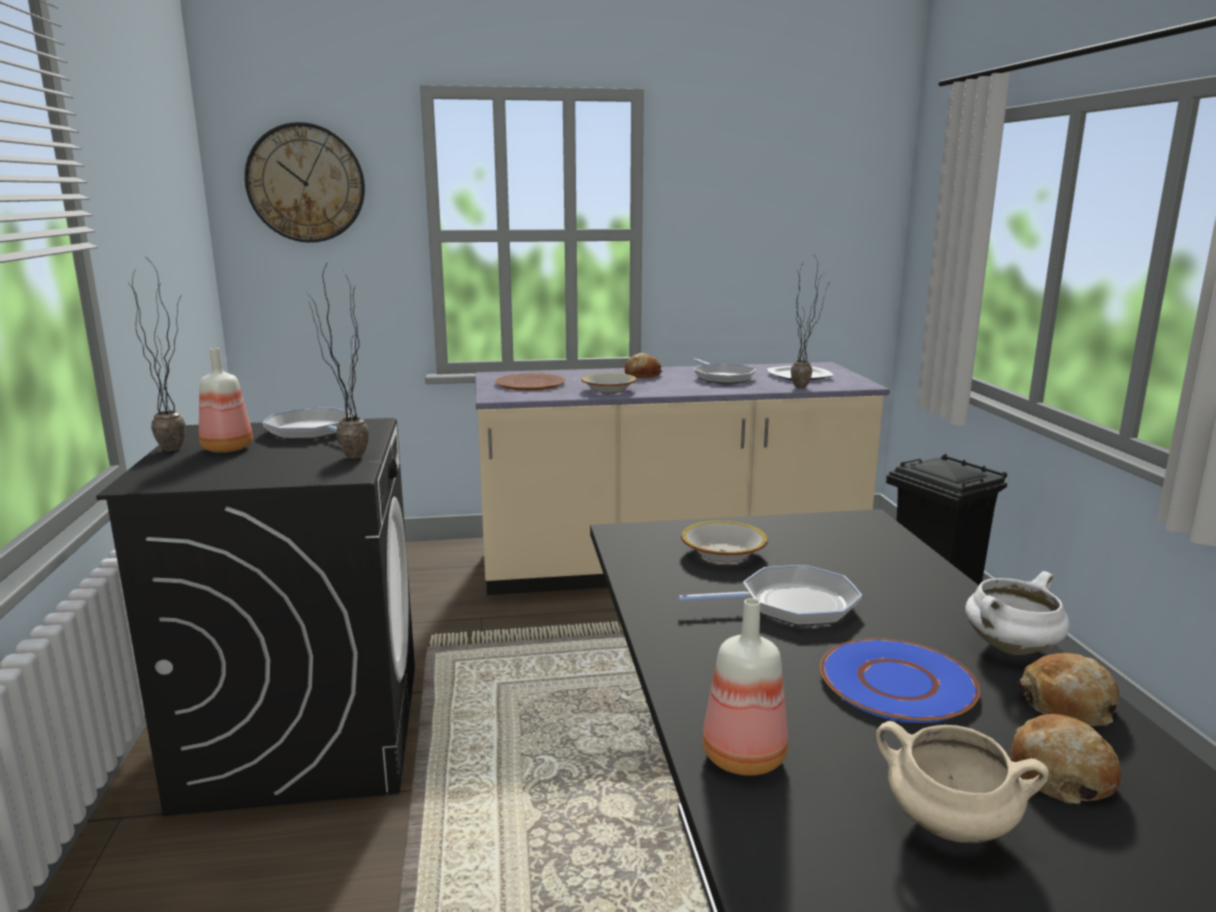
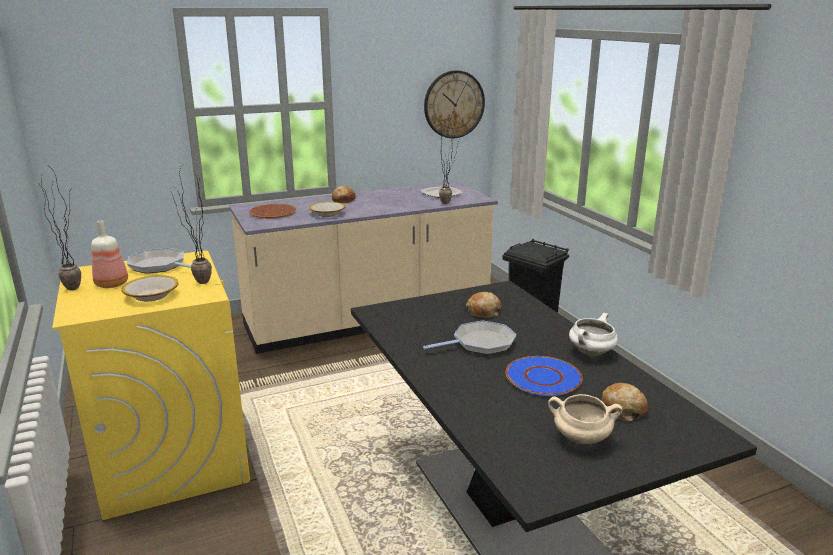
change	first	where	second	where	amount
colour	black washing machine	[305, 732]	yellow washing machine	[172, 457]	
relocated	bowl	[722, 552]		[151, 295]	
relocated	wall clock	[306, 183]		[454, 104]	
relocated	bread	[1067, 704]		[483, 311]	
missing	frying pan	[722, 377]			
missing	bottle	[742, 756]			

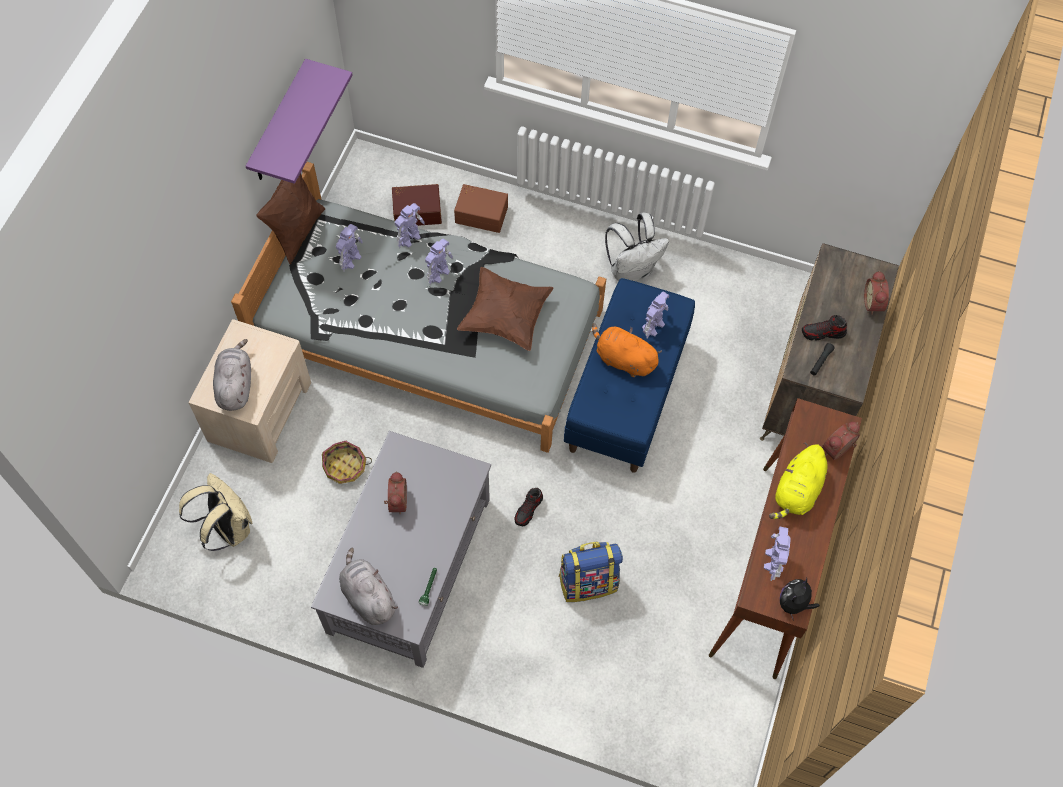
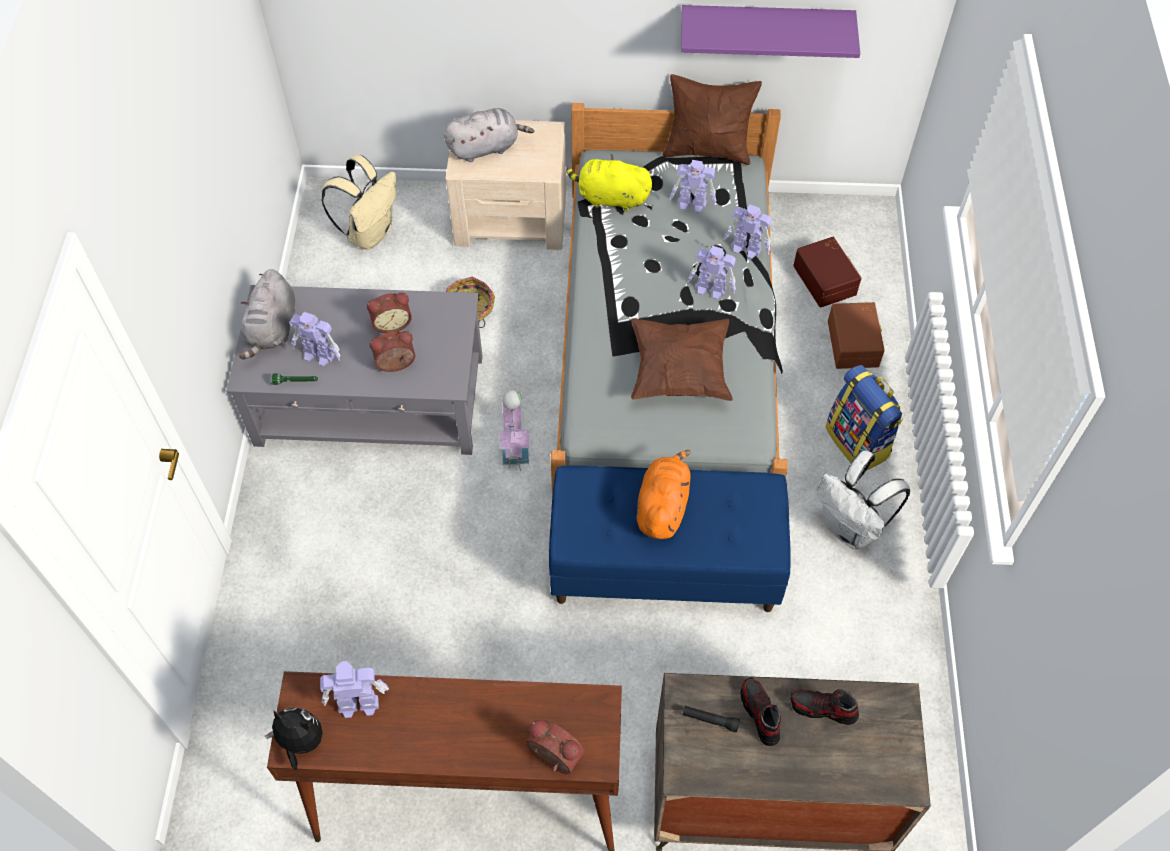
change	first	where	second	where	amount
spun	grey plush toy	[367, 596]		[272, 329]	150 degrees clockwise
relocated	toy robot	[653, 325]		[319, 355]	
relocated	alarm clock	[874, 303]		[396, 365]	
appeared			toy house	[515, 445]	
relocated	yellow plush toy	[797, 492]		[610, 198]	
relocated	shoe	[528, 510]		[823, 709]	
relocated	backpack	[588, 581]		[858, 442]	

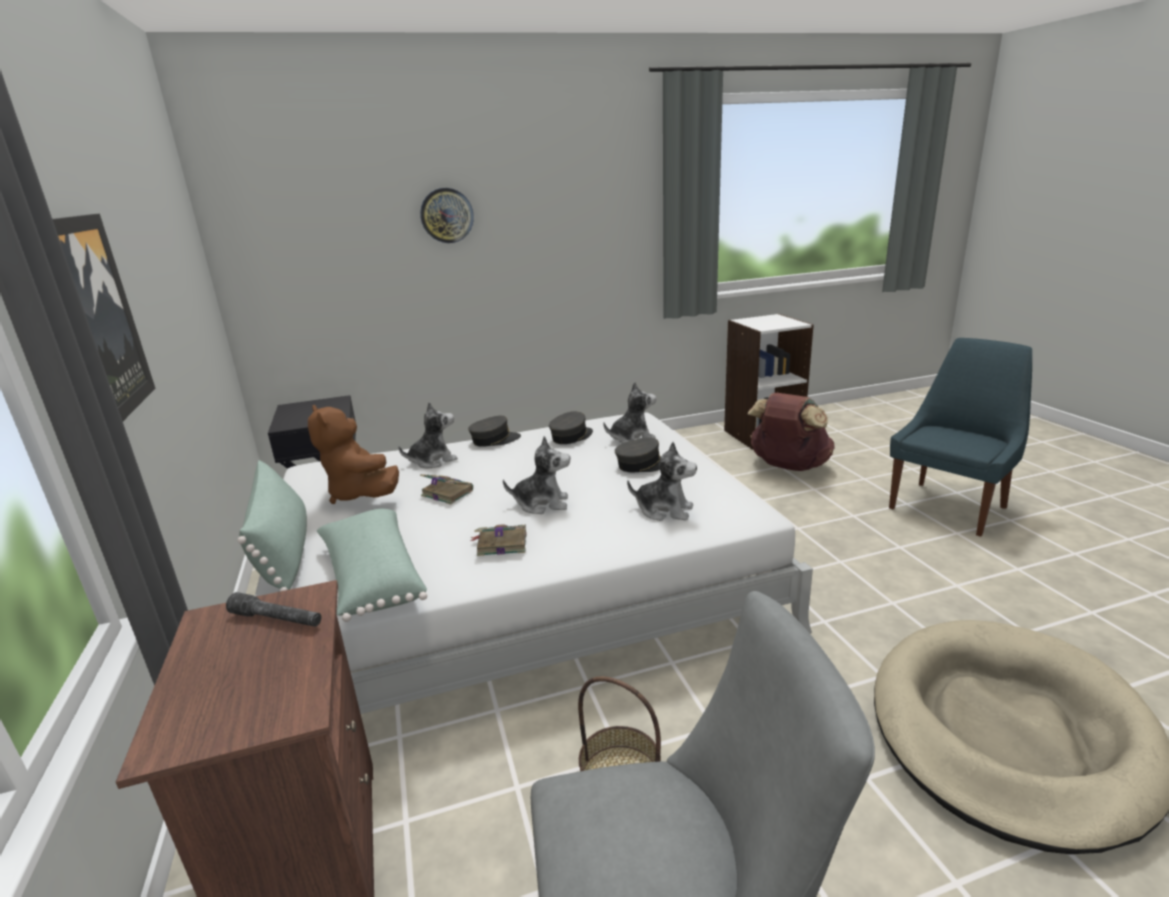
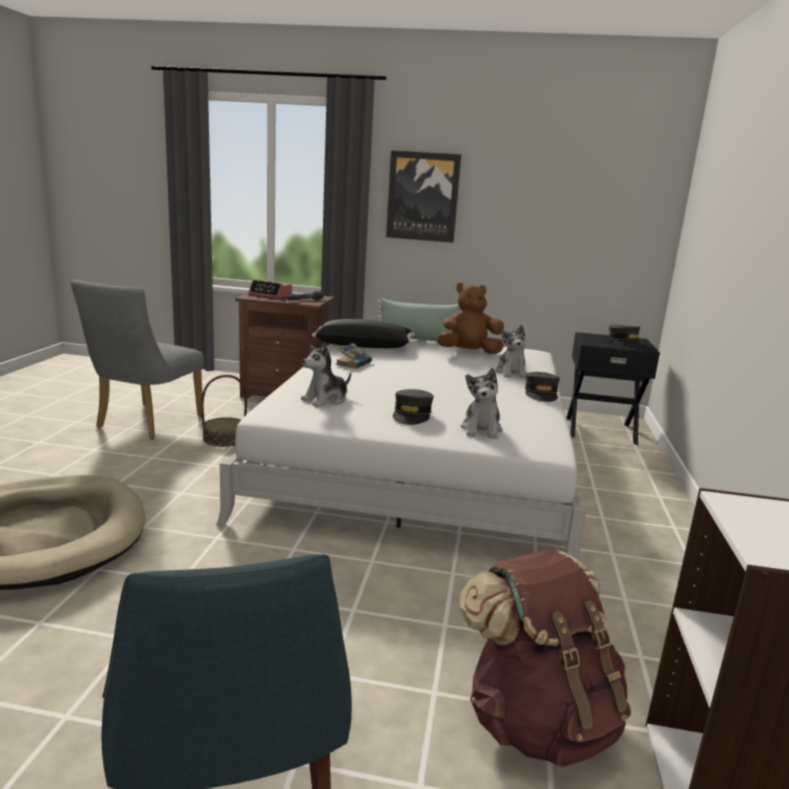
change	first	where	second	where	amount
appeared			alarm clock	[271, 295]	
colour	green pillow	[372, 579]	black pillow	[364, 346]	
relocated	grey cap	[571, 436]		[624, 342]	
missing	wall clock	[447, 215]			
missing	book	[446, 493]			
missing	plush toy	[542, 503]			

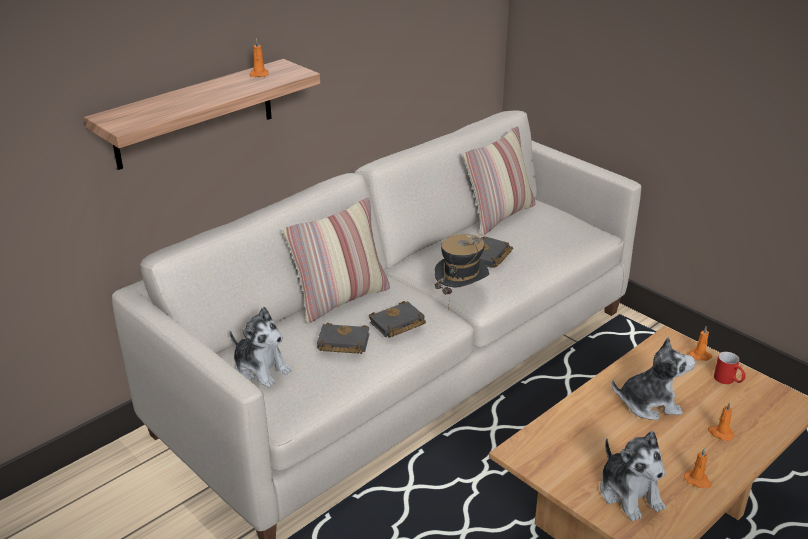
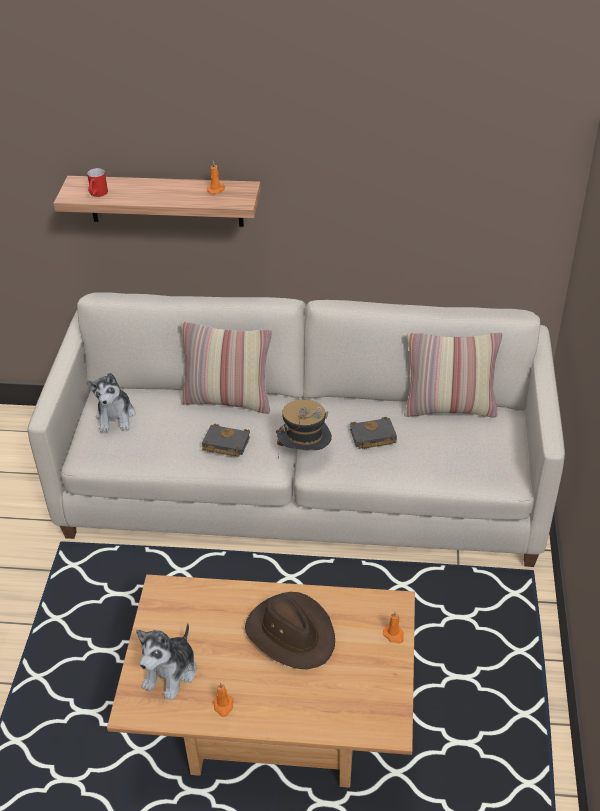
change	first	where	second	where	amount
relocated	red mug	[728, 381]		[97, 194]	
exchanged	plush toy	[649, 404]	brown hat	[291, 633]	
missing	black book	[342, 343]			
missing	orange candle	[720, 433]			

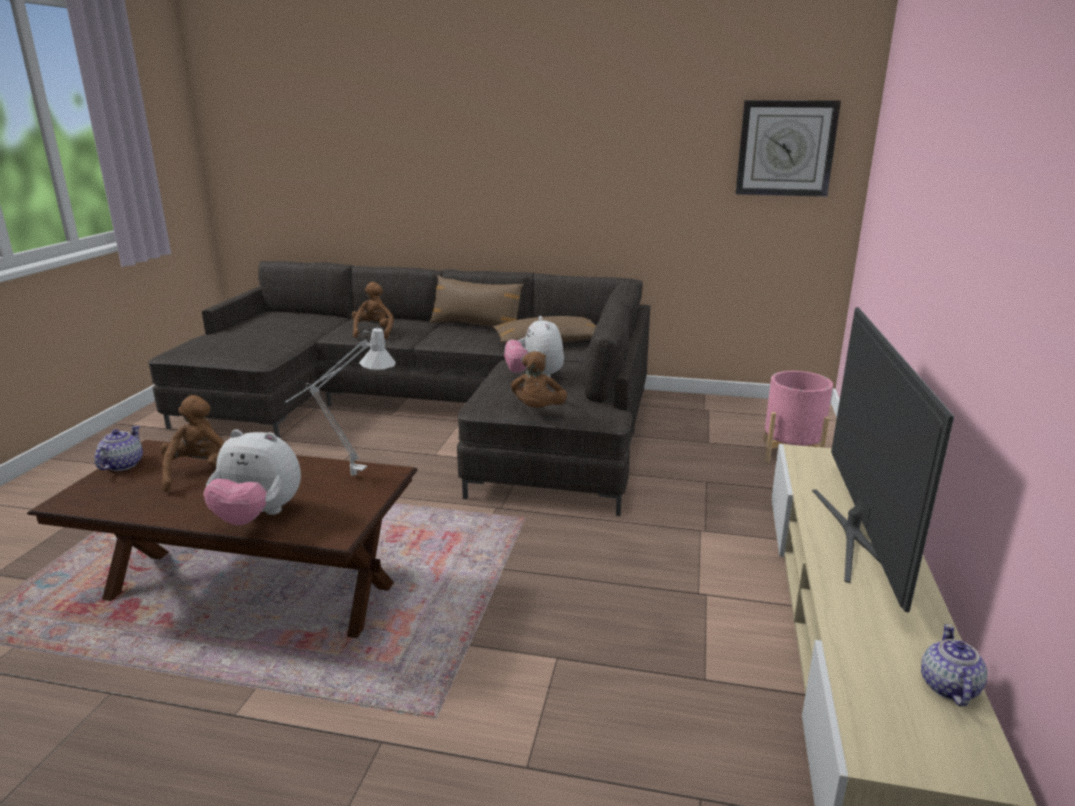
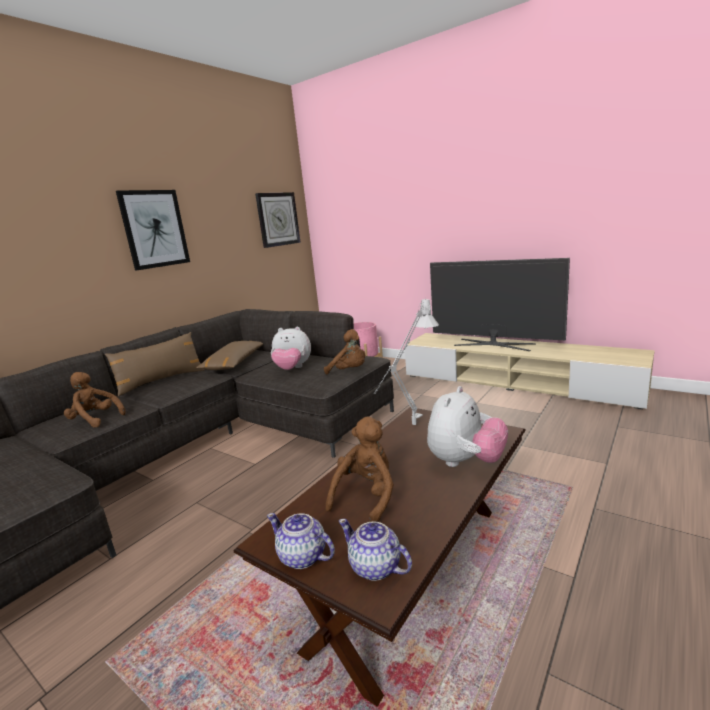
change	first	where	second	where	amount
appeared			picture	[154, 229]	
spun	brown plush toy	[200, 474]		[366, 497]	105 degrees clockwise
relocated	teapot	[948, 687]		[375, 567]	

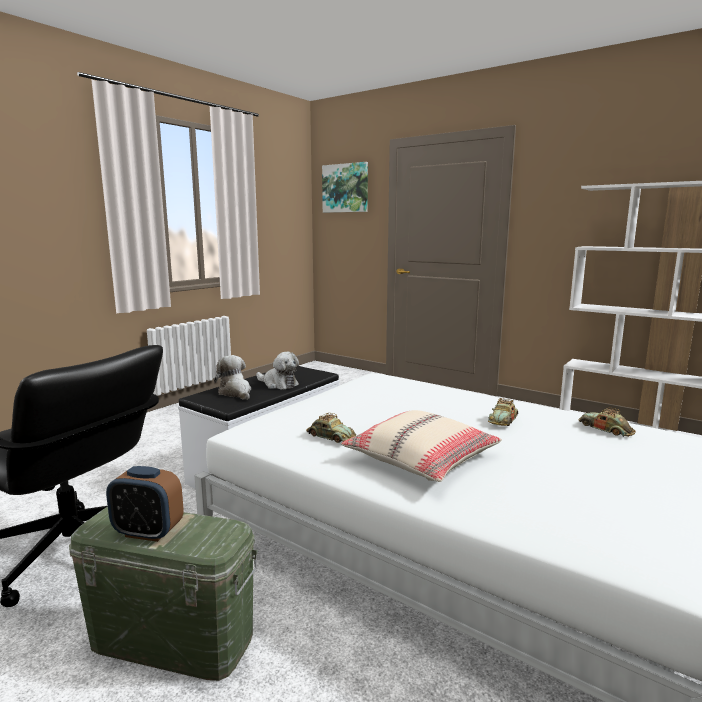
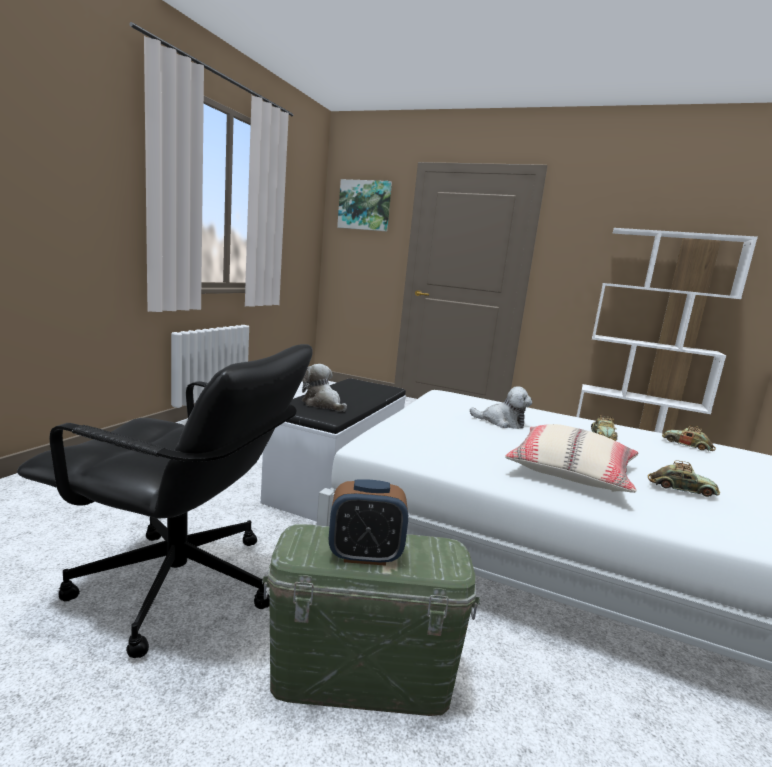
change	first	where	second	where	amount
relocated	plush toy	[278, 384]		[502, 422]	
relocated	toy car	[330, 437]		[681, 488]	

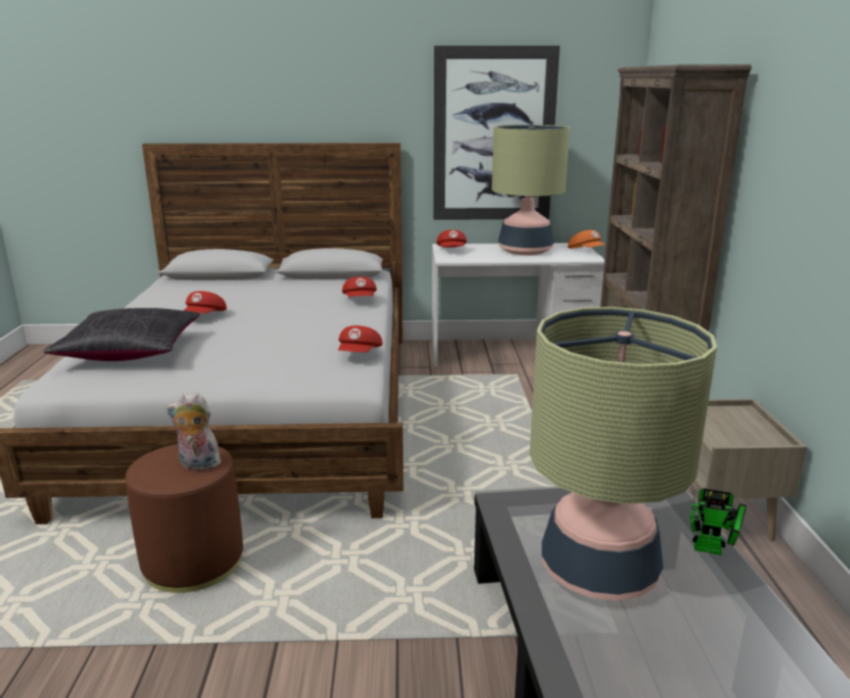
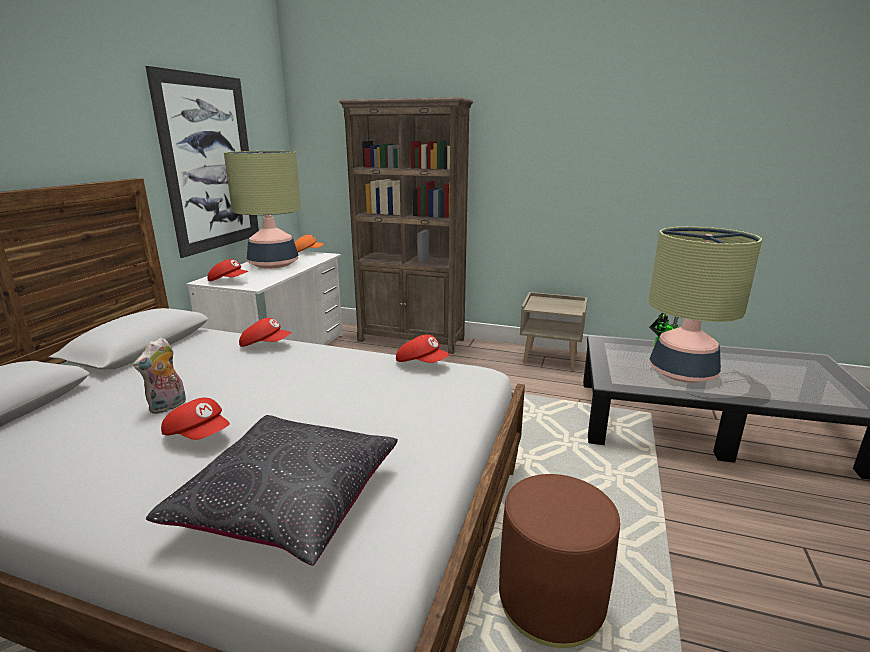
change	first	where	second	where	amount
relocated	plush toy	[197, 465]		[168, 407]	

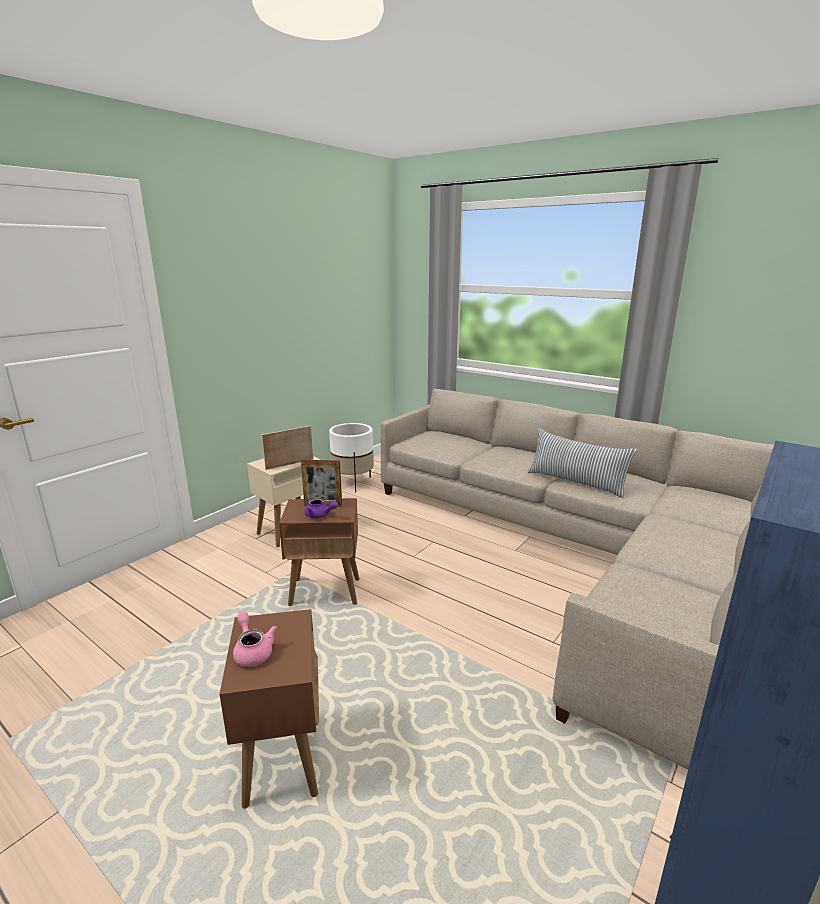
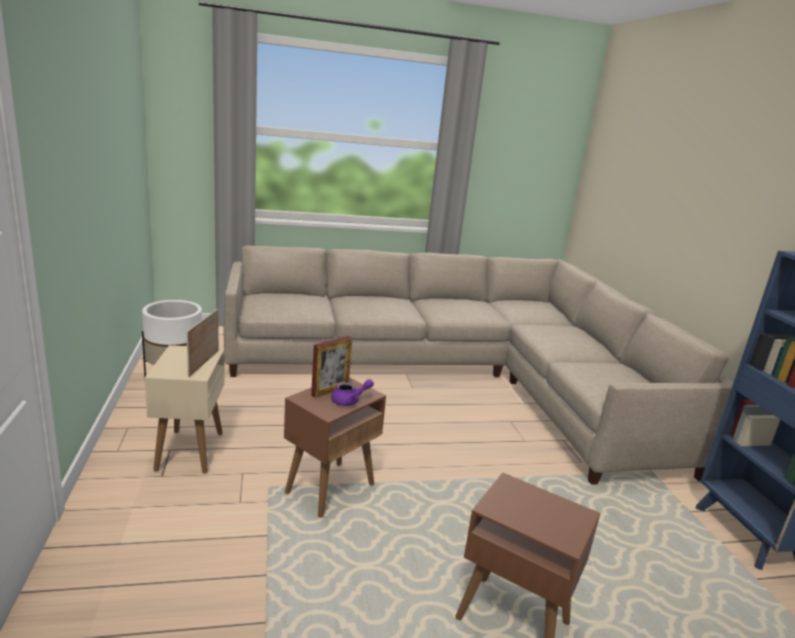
change	first	where	second	where	amount
missing	pink teapot	[253, 651]			
missing	pillow	[576, 482]			

